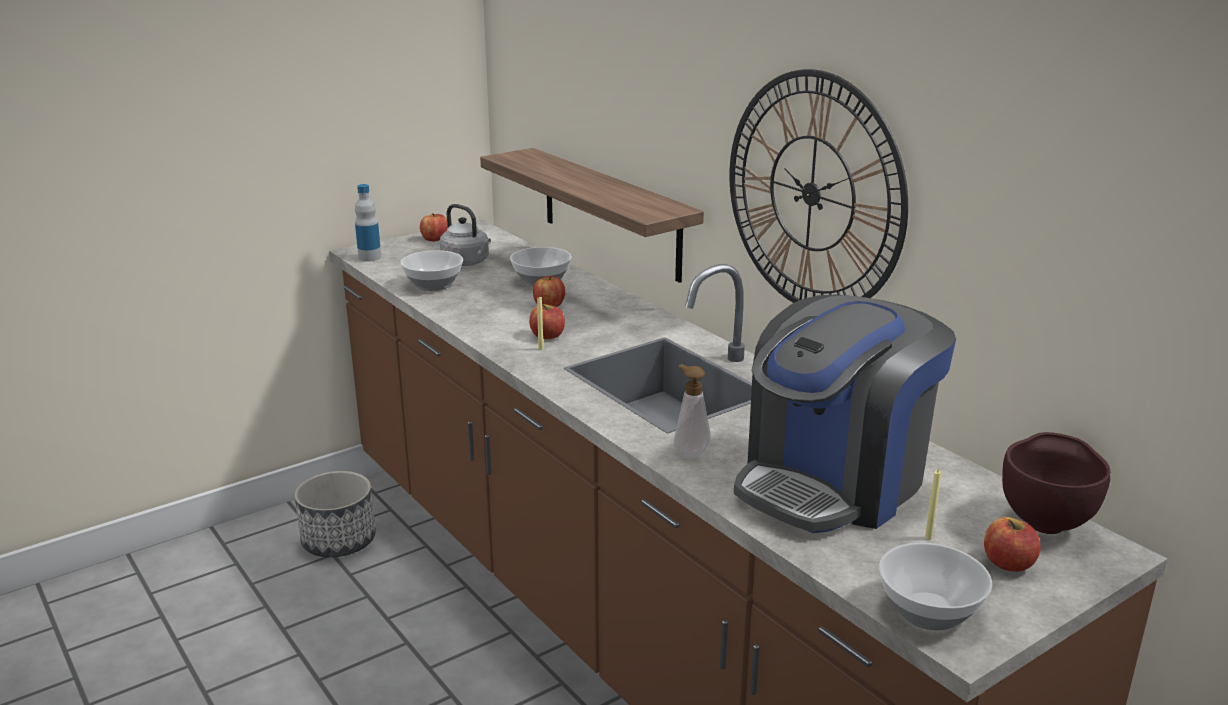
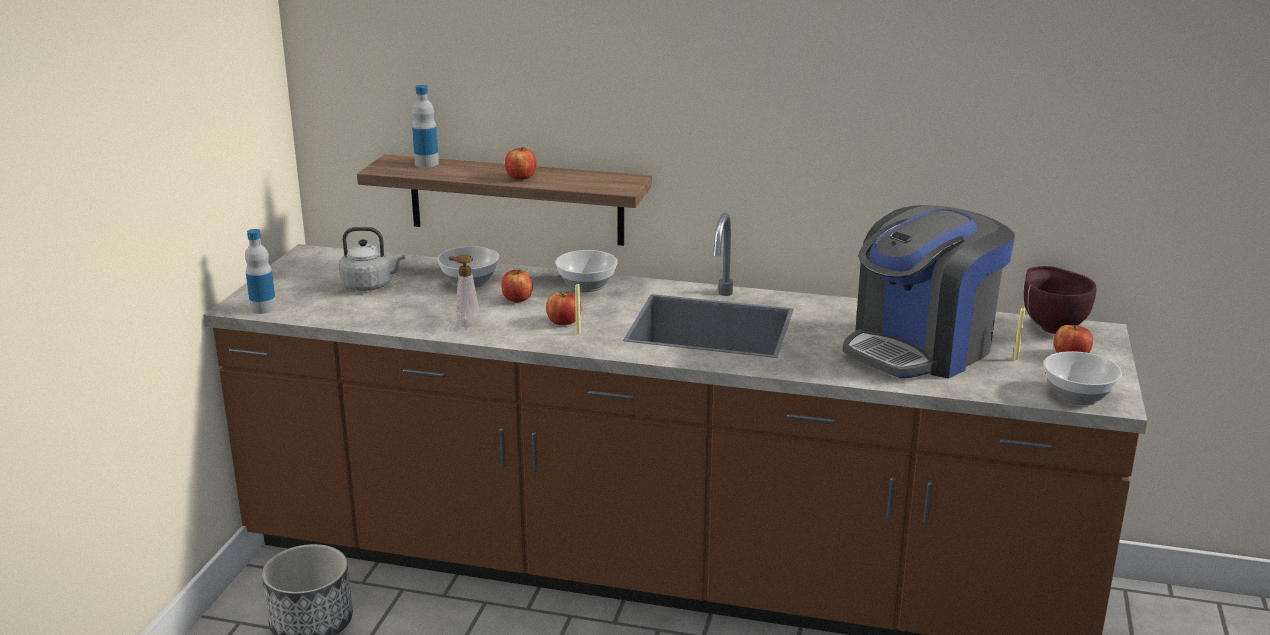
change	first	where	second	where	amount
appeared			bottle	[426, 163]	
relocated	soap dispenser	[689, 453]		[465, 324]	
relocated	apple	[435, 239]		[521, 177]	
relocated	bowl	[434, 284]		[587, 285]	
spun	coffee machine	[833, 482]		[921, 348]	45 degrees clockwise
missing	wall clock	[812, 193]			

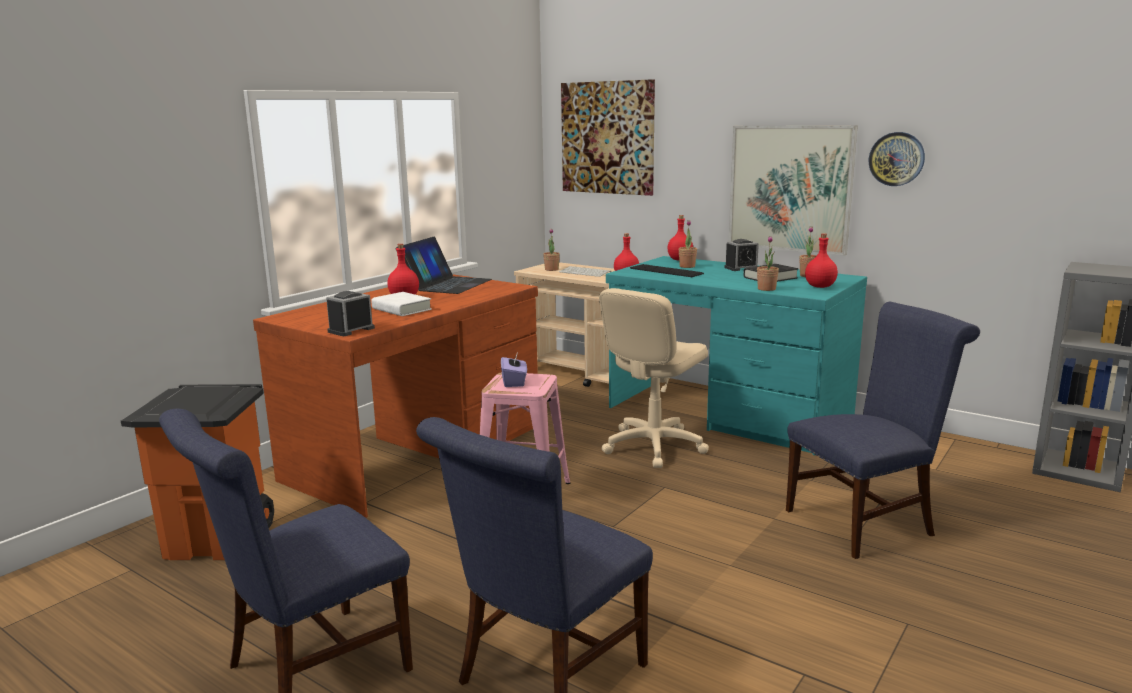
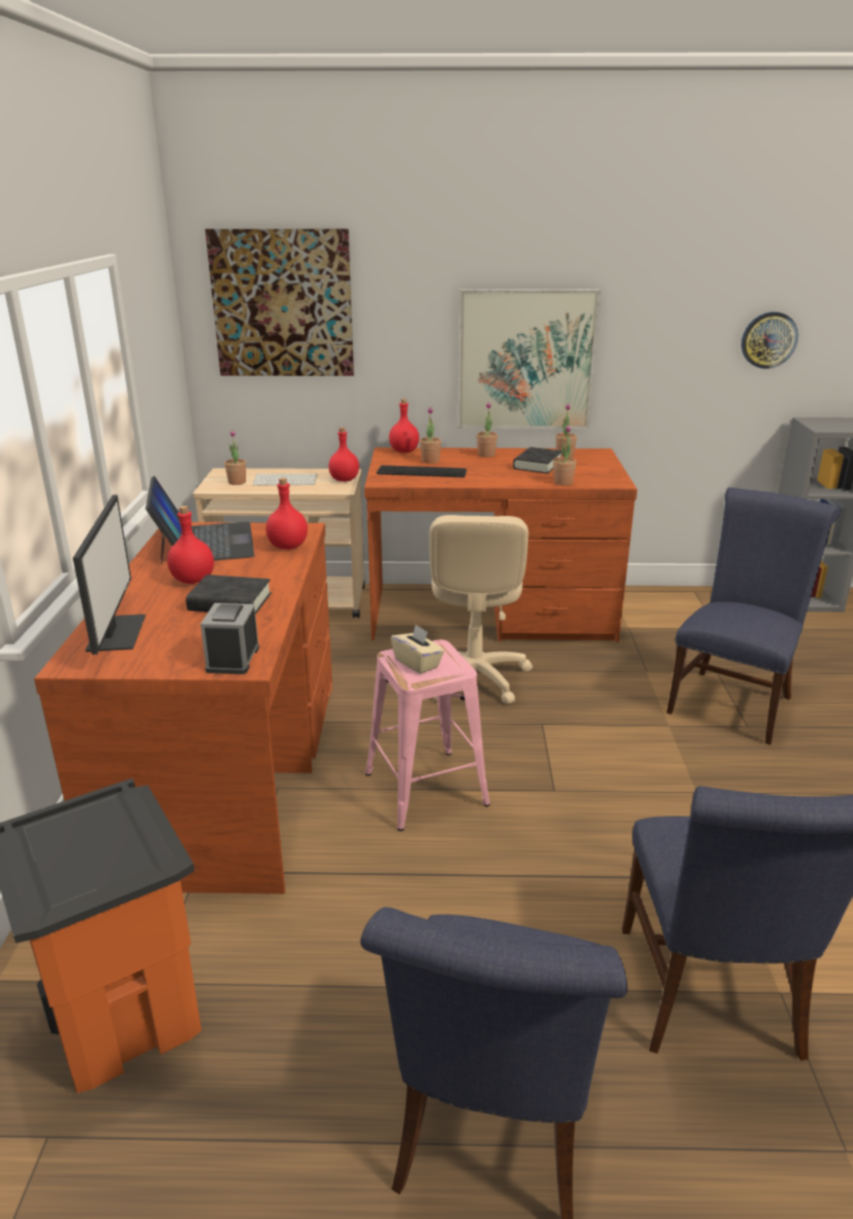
change	first	where	second	where	amount
appeared			monitor	[115, 632]	
colour	white book	[401, 309]	black book	[230, 602]	
relocated	red bottle	[819, 286]		[287, 546]	
colour	turquoise desk	[728, 412]	brown desk	[492, 613]	
colour	purple tissue box	[514, 382]	beige tissue box	[417, 663]	
exchanged	alarm clock	[741, 268]	potted plant	[486, 455]	
relocated	wall clock	[896, 159]		[768, 340]	

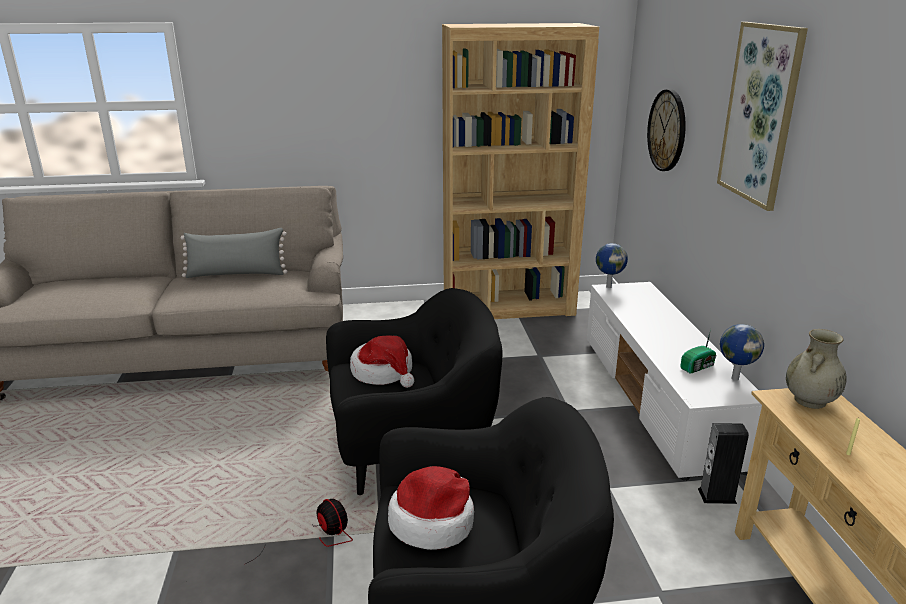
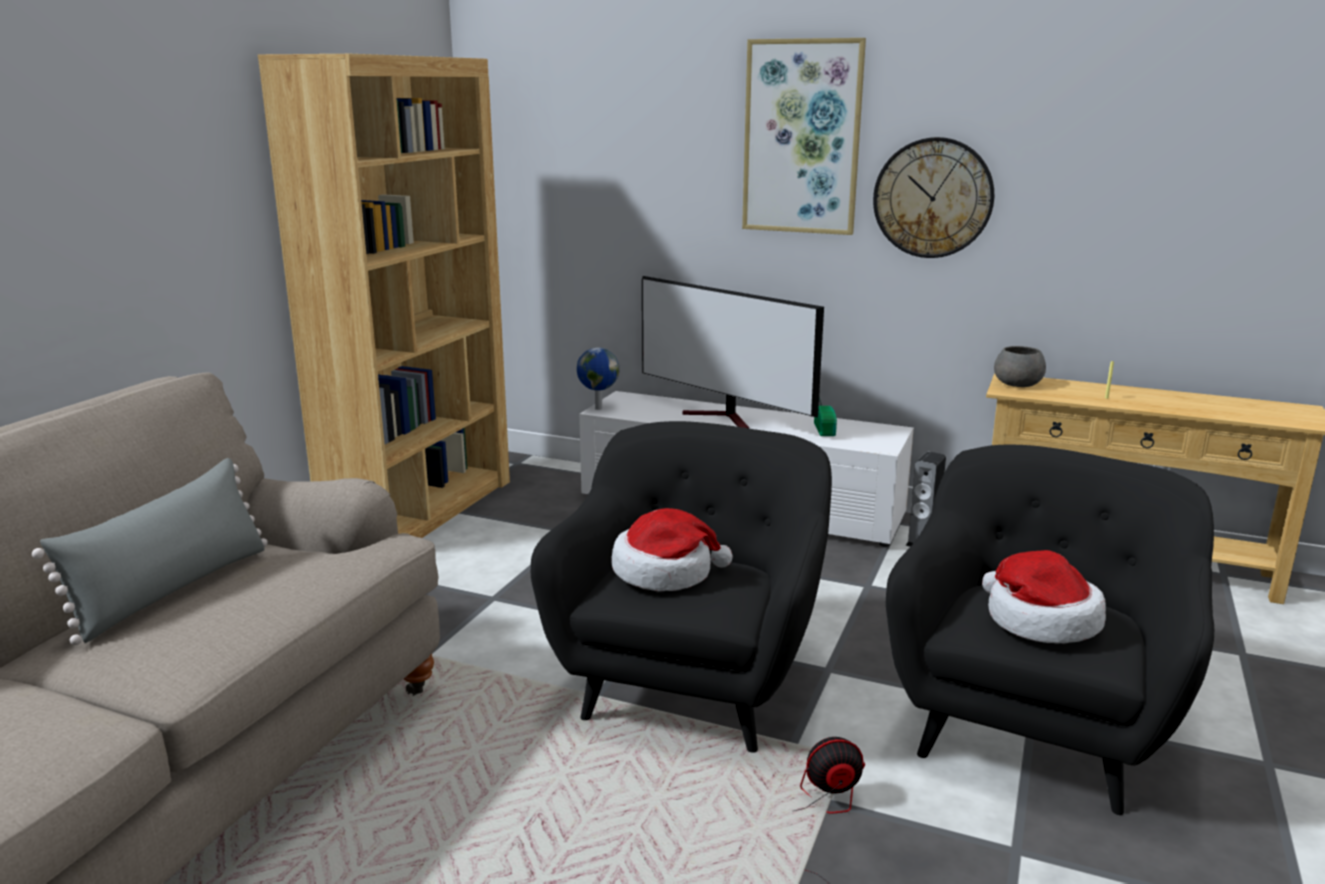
change	first	where	second	where	amount
appeared			television	[725, 418]	
relocated	wall clock	[667, 130]		[933, 198]	
exchanged	beige vase	[809, 401]	grey bowl	[1018, 384]	
missing	globe	[734, 378]			

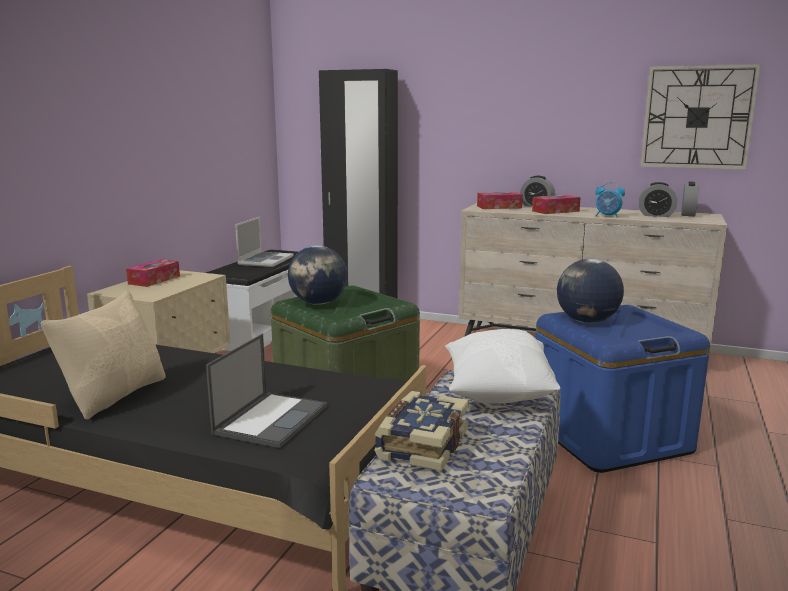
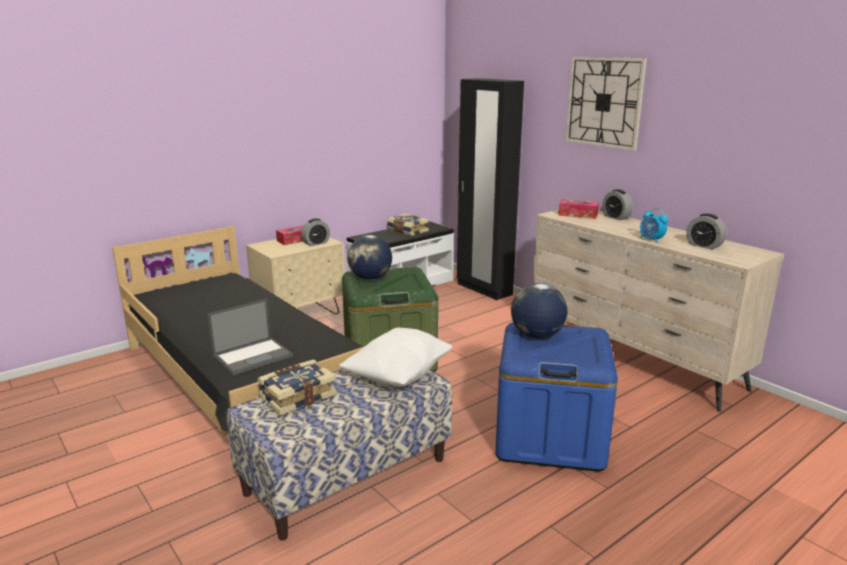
change	first	where	second	where	amount
relocated	alarm clock	[688, 214]		[316, 243]	
exchanged	laptop	[265, 260]	book	[407, 231]	
relocated	wall clock	[697, 117]		[604, 102]	
missing	beige pillow	[116, 395]			
missing	tissue box	[555, 211]			

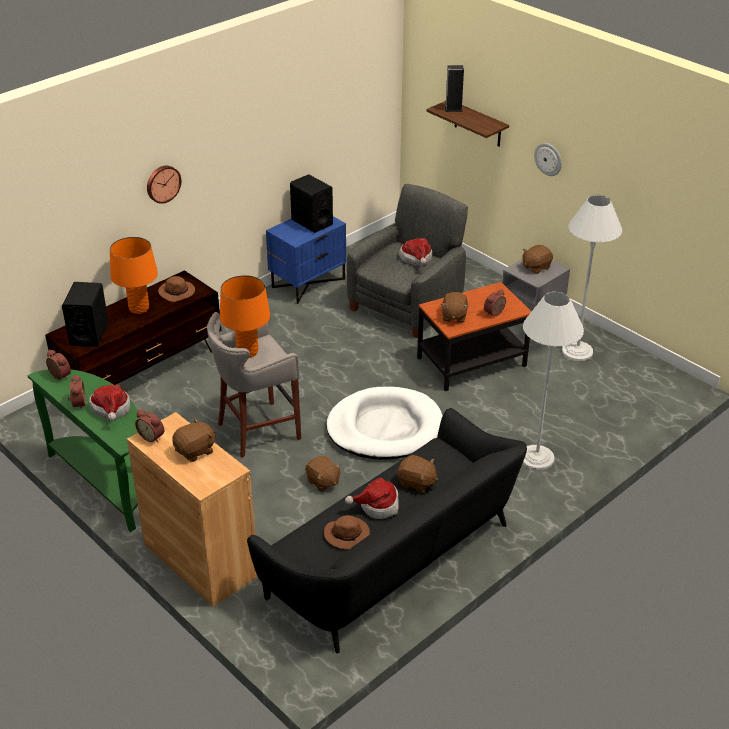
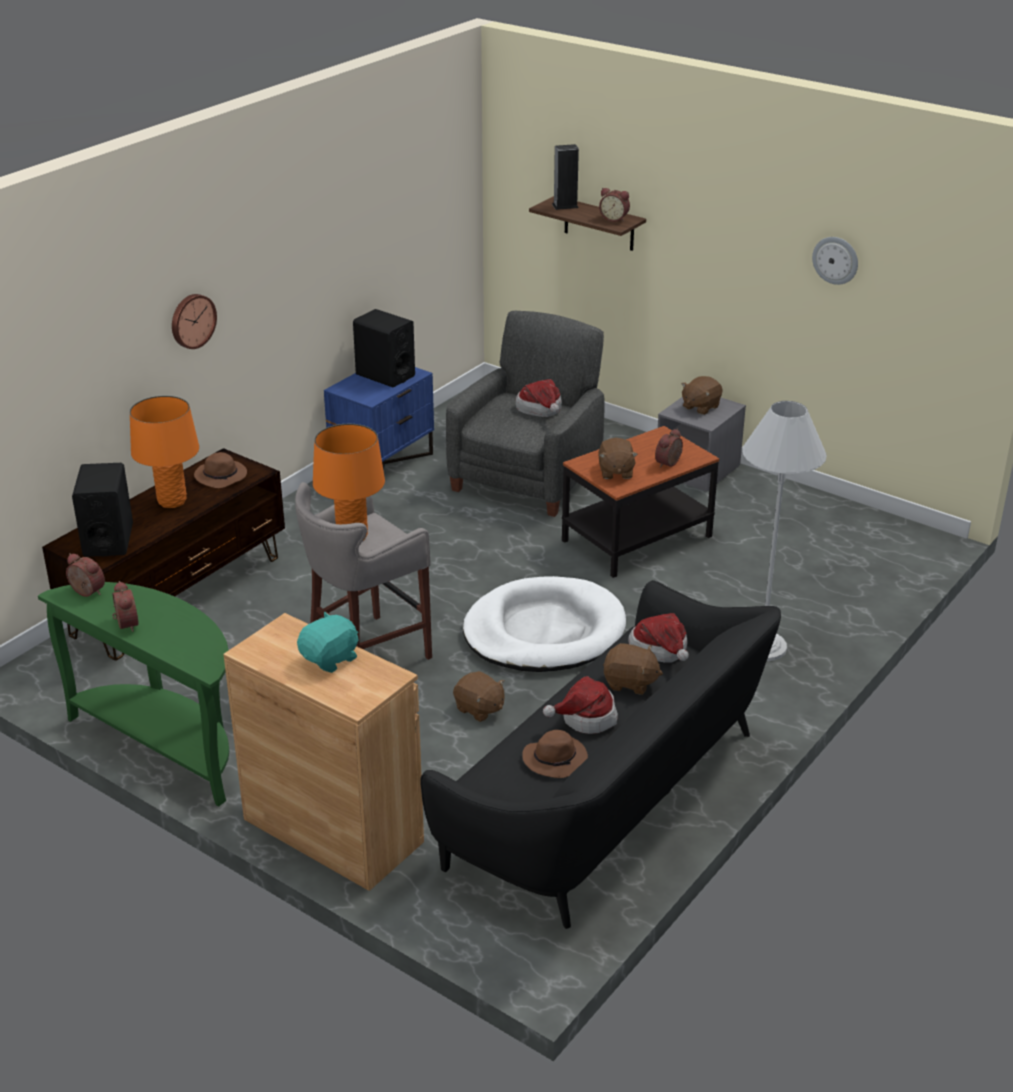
change	first	where	second	where	amount
colour	brown plush toy	[195, 451]	turquoise plush toy	[330, 659]	
relocated	alarm clock	[152, 436]		[614, 218]	
relocated	hat	[111, 411]		[661, 651]	
relocated	wall clock	[548, 159]		[835, 260]	
missing	white floor lamp	[577, 351]			

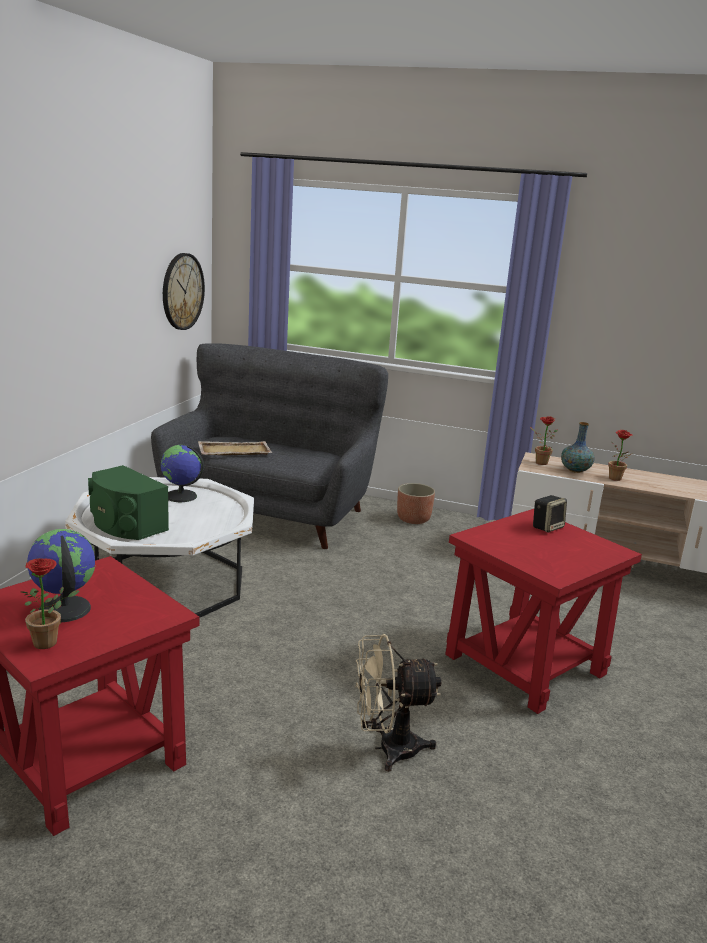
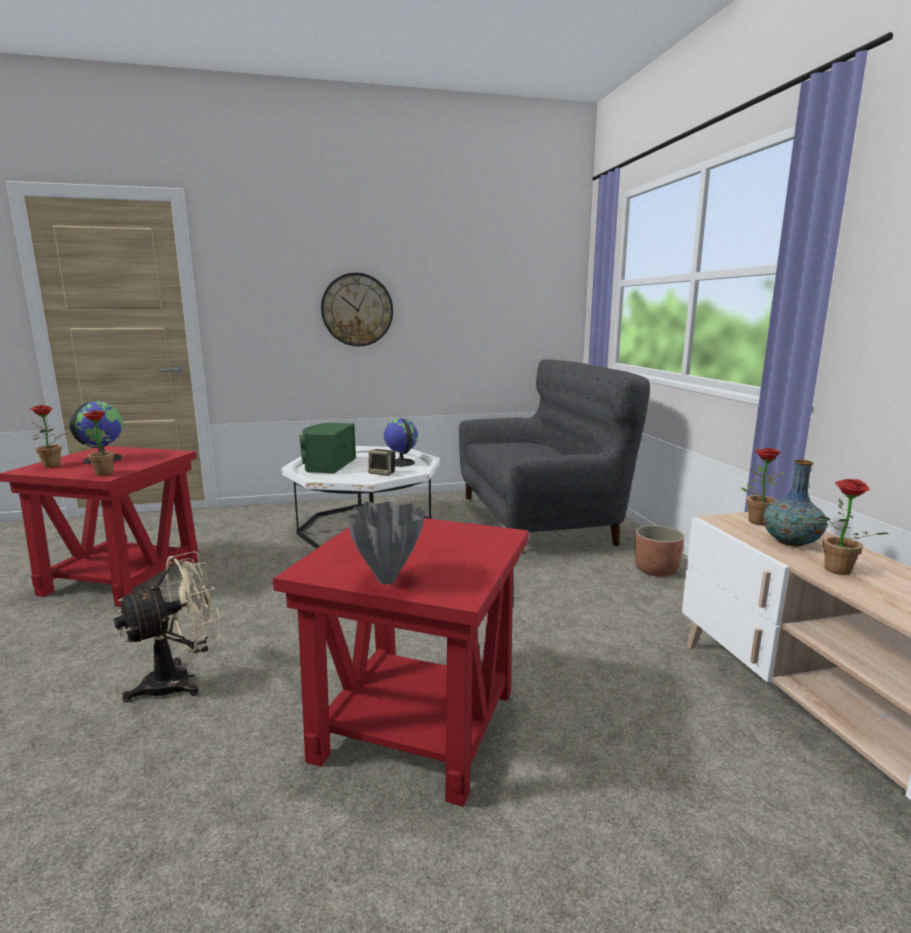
change	first	where	second	where	amount
appeared			potted plant	[102, 473]	
spun	beige fan	[387, 749]		[180, 680]	90 degrees clockwise
relocated	wall clock	[182, 291]		[357, 310]	
appeared			grey vase	[387, 581]	
relocated	speaker	[547, 527]		[382, 473]	
missing	beige tray	[233, 451]			

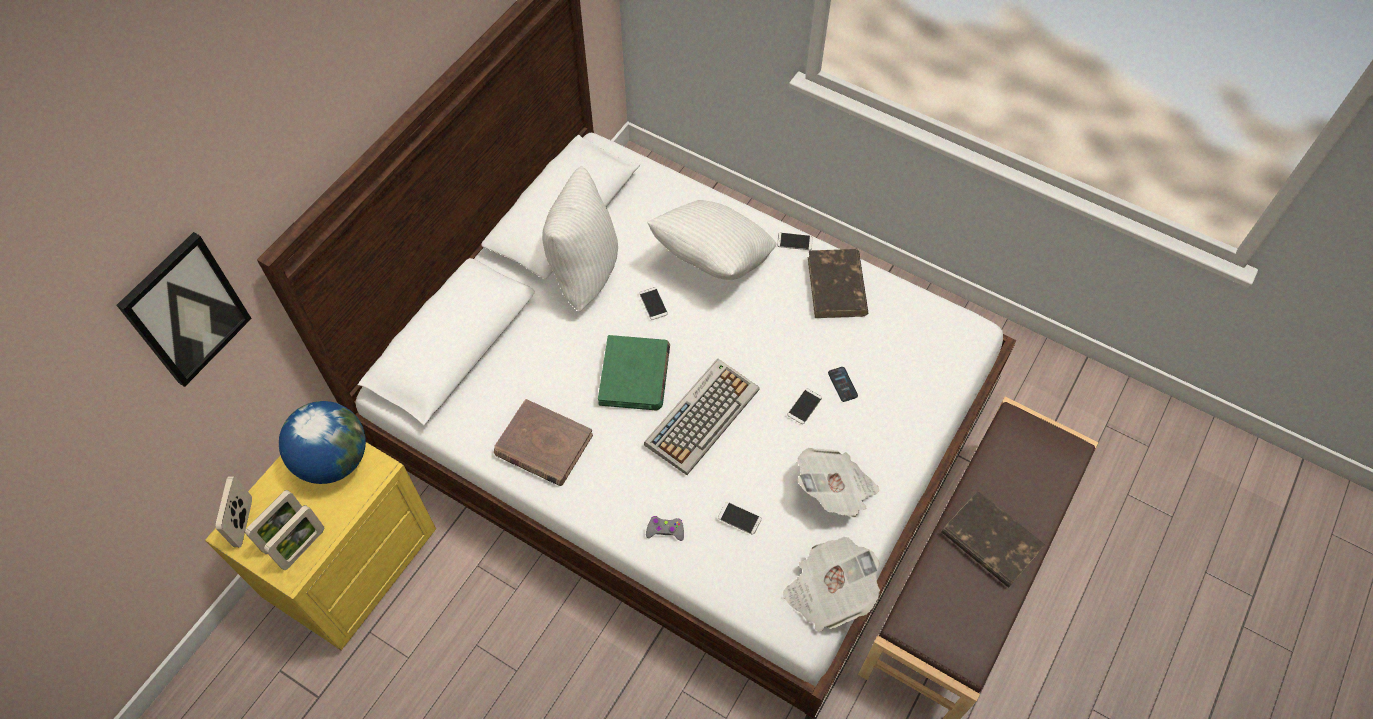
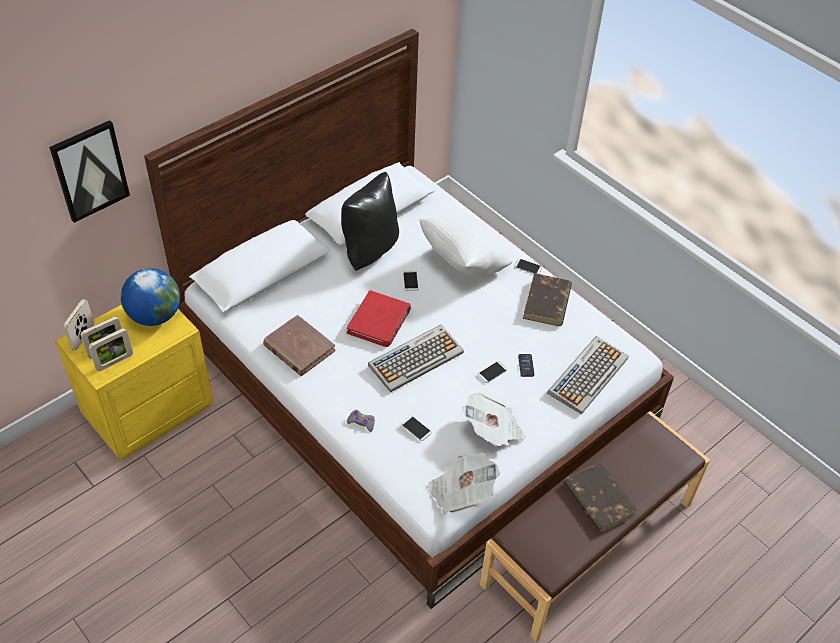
change	first	where	second	where	amount
colour	white pillow	[583, 272]	black pillow	[369, 249]	
colour	green book	[635, 375]	red book	[379, 321]	
appeared			keyboard	[588, 375]	

